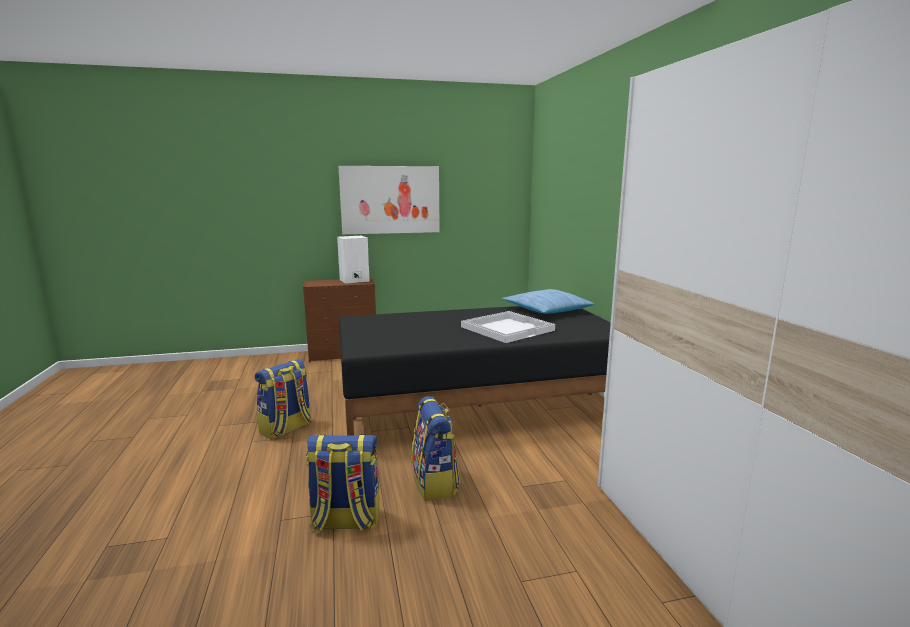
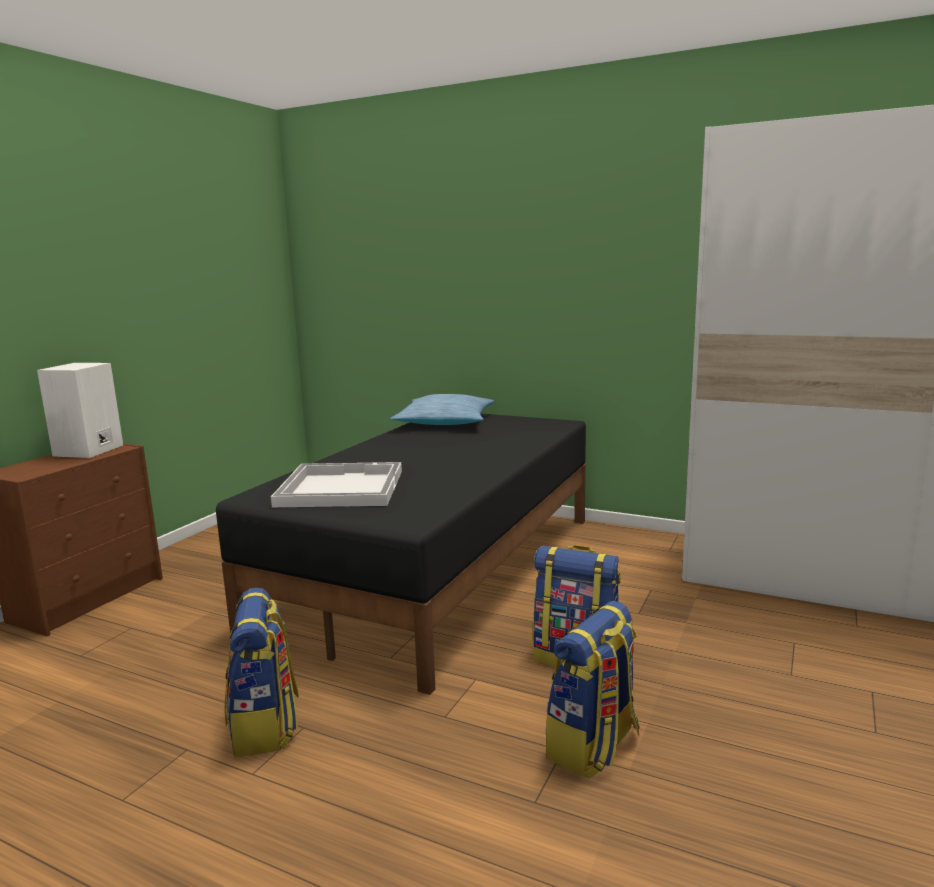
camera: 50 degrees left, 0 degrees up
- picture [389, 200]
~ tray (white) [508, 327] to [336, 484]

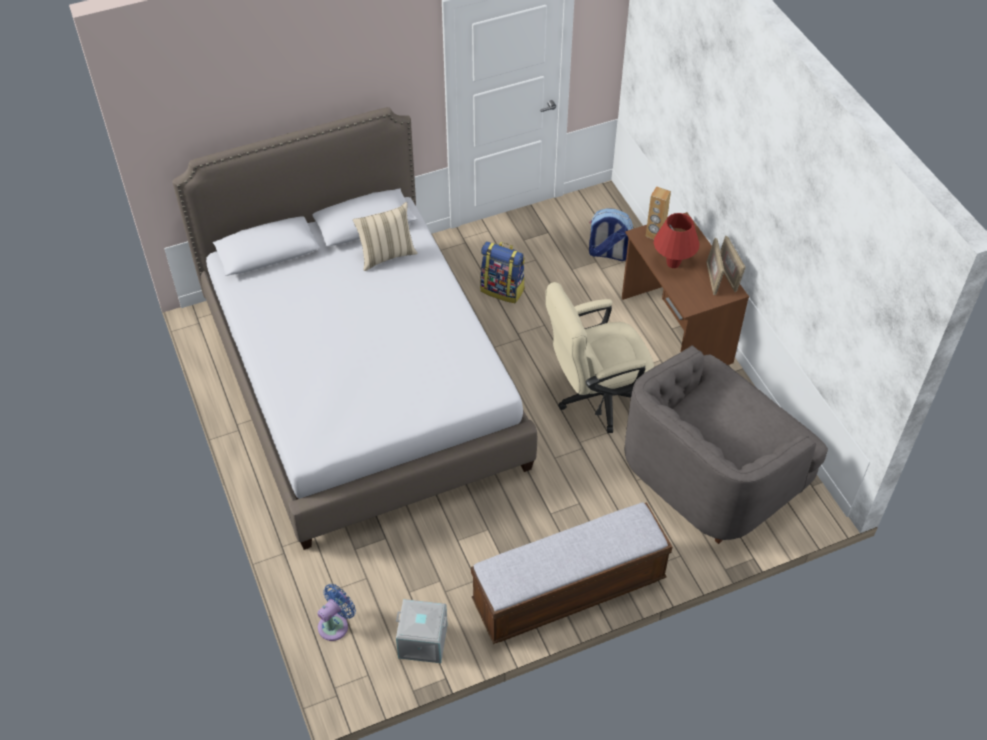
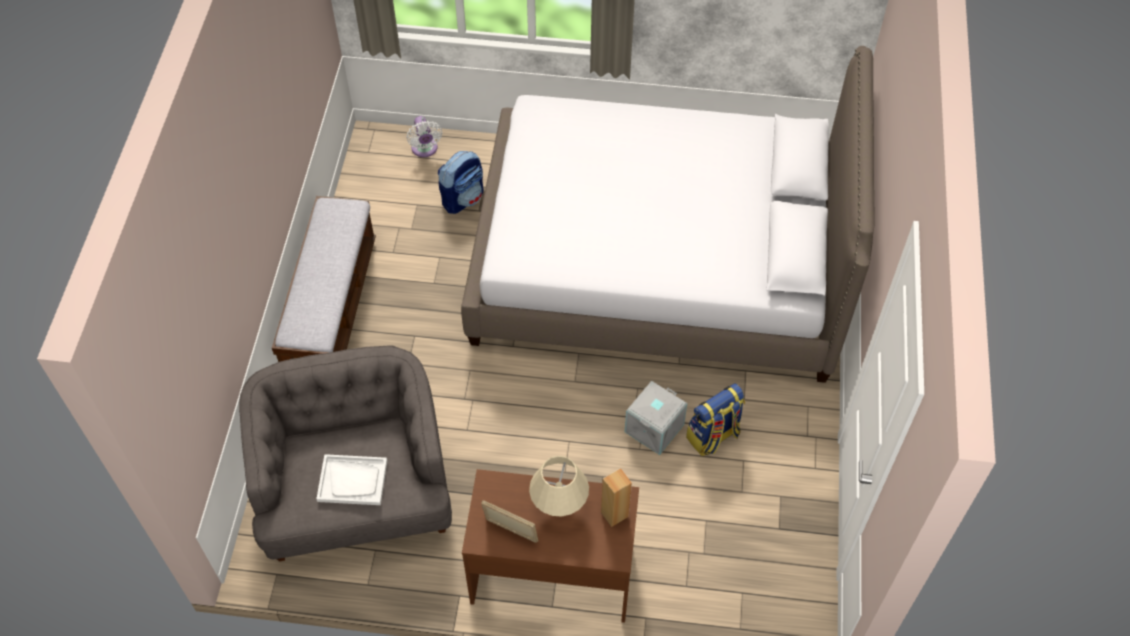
camera: 120 degrees right, 5 degrees up
- pillow (beige) [385, 236]
- office chair (beige) [599, 357]
- picture frame [733, 264]
+ tray (white) [351, 479]
~ storage box (grey) [422, 631] to [656, 418]
~ backpack [611, 235] to [460, 182]
~ fan (blue) [336, 612] to fan (white) [424, 136]
~ table lamp (red) [677, 240] to table lamp (beige) [559, 486]

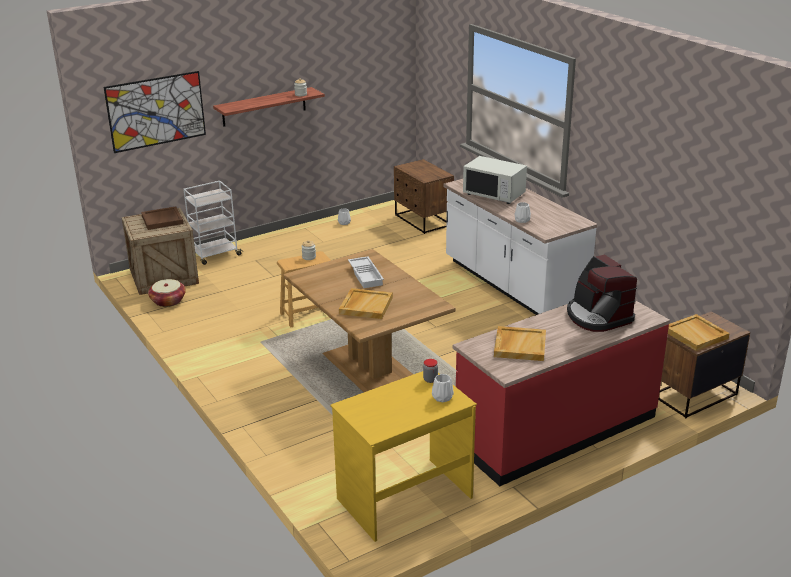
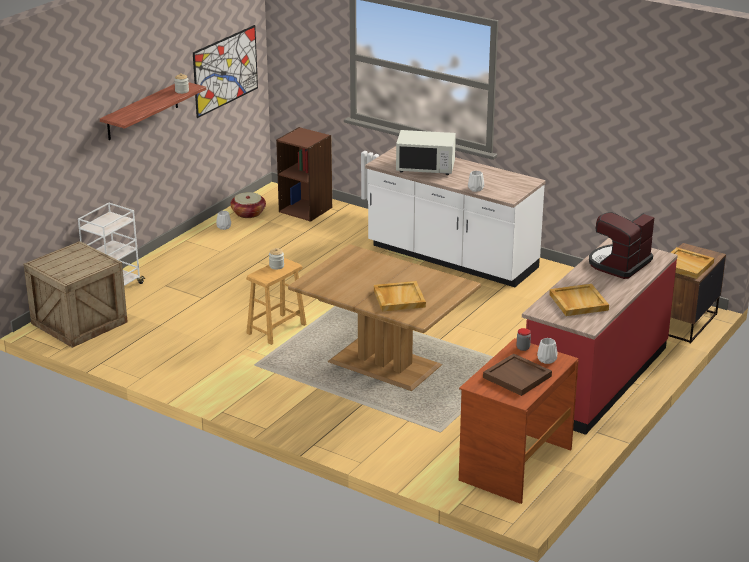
camera: 25 degrees left, 0 degrees up
- tray (white) [366, 272]
~ picture [155, 112] to [225, 71]
~ tray (brown) [162, 218] to [517, 375]
~ basket [167, 293] to [248, 205]
~ nightstand (brown) [424, 196] to bookcase (brown) [304, 174]
~ desk (yellow) [403, 456] to desk (brown) [519, 421]
~ coffee machine [602, 293] = [622, 245] 90 degrees clockwise

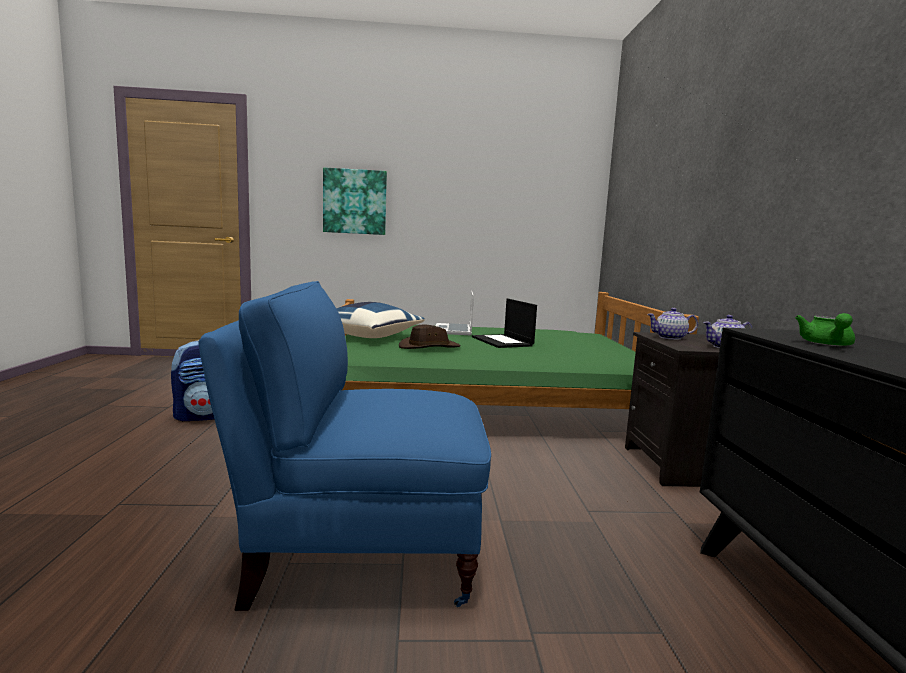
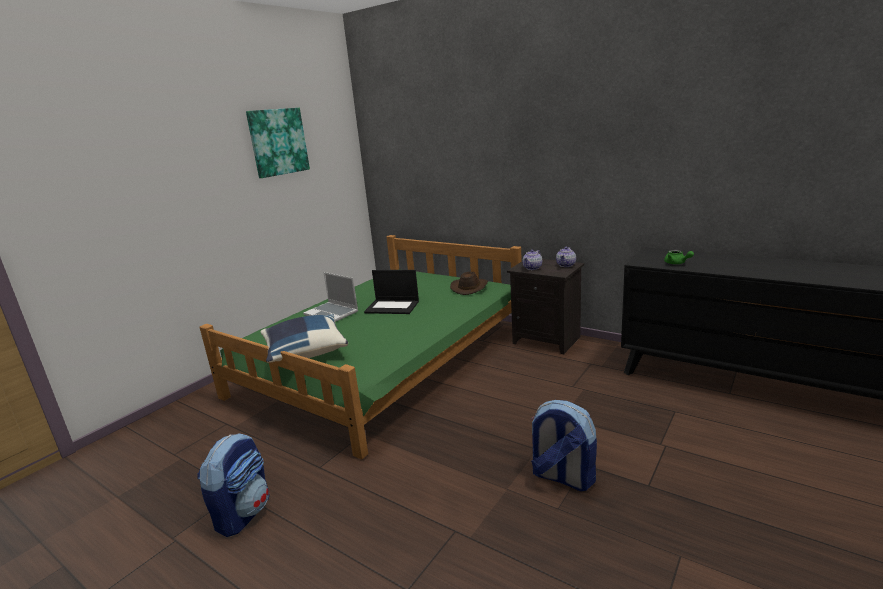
camera: 50 degrees left, 10 degrees up
~ picture [355, 201] to [278, 143]
~ hat (brown) [430, 337] to [469, 283]
~ armchair (blue) [345, 446] to backpack [564, 445]

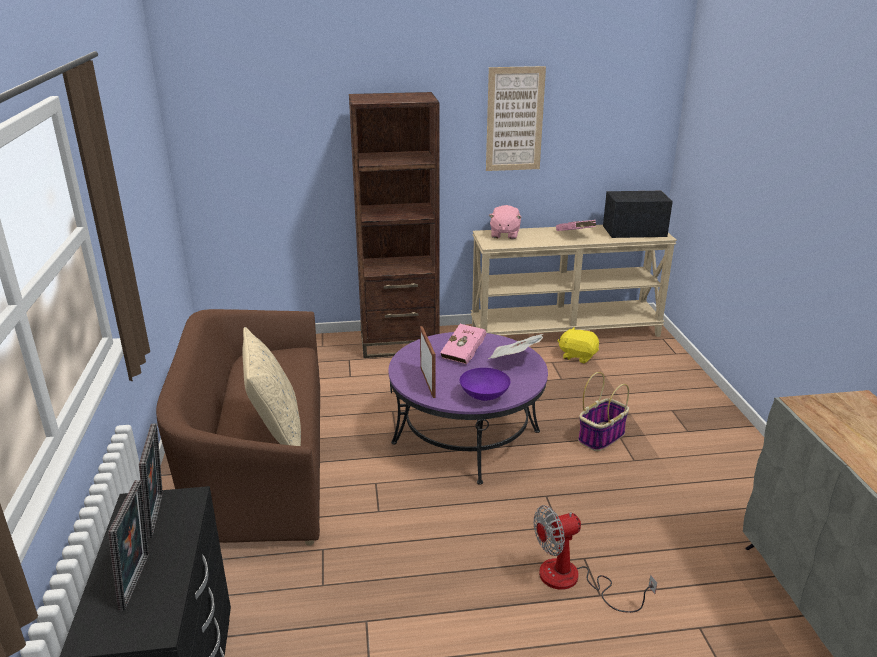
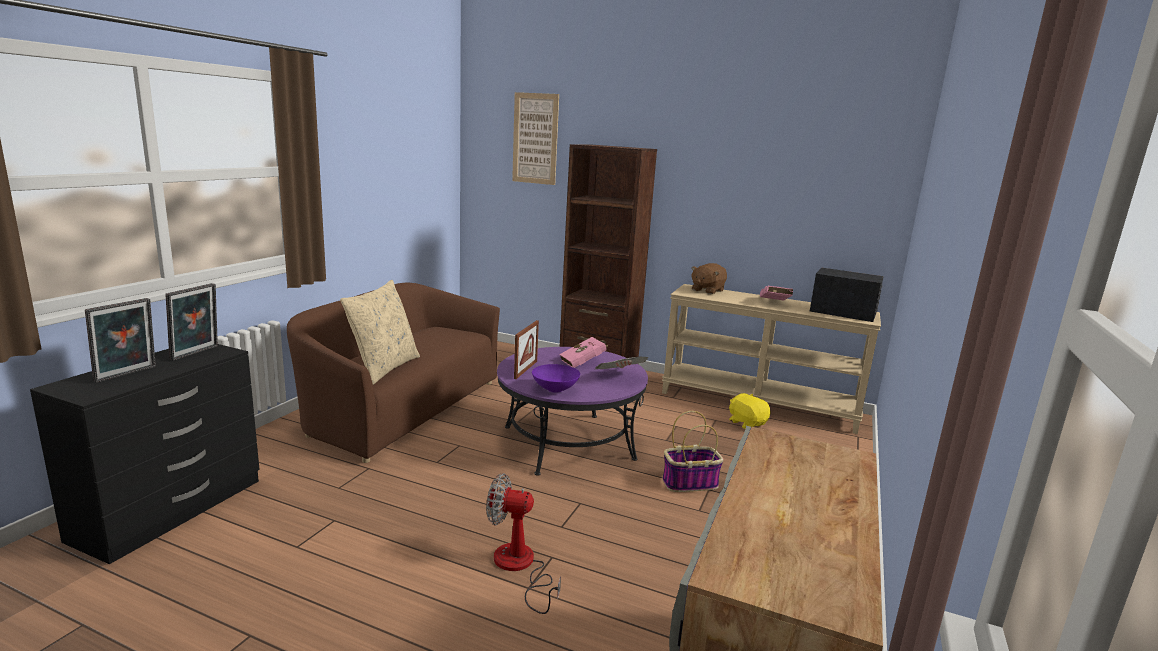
camera: 30 degrees right, 10 degrees down
~ picture [516, 118] to [535, 138]
~ plush toy (pink) [504, 222] to plush toy (brown) [709, 278]

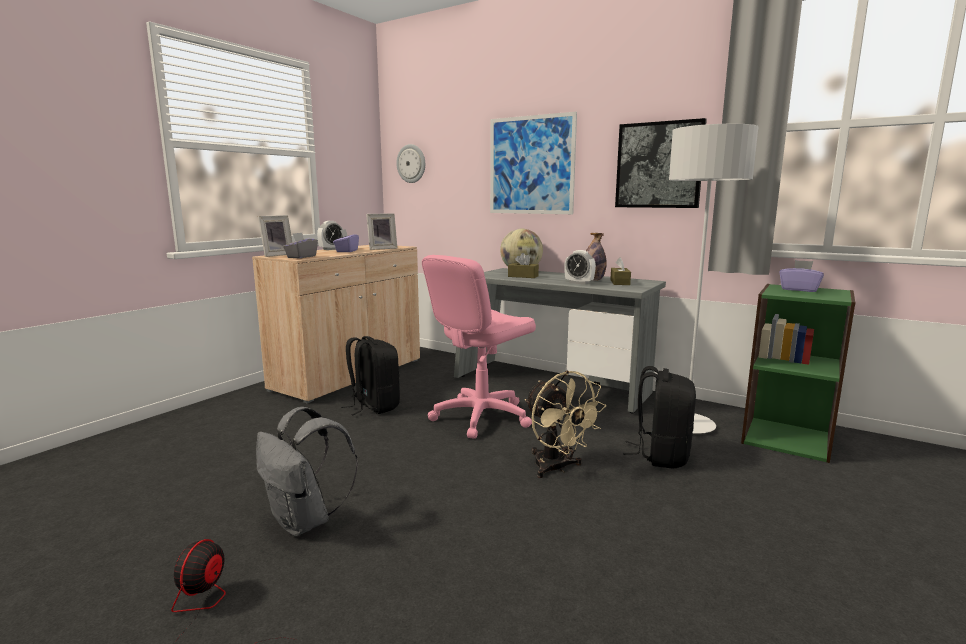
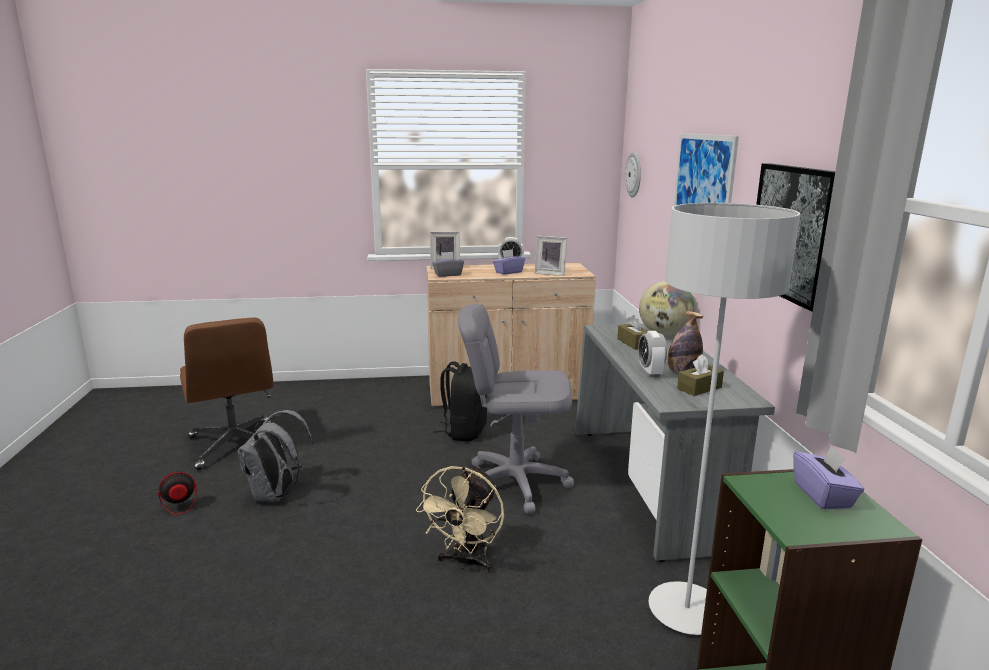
camera: 50 degrees right, 5 degrees up
- backpack (black) [659, 417]
+ office chair (brown) [231, 393]
~ office chair (pink) [479, 347] to office chair (grey) [516, 409]

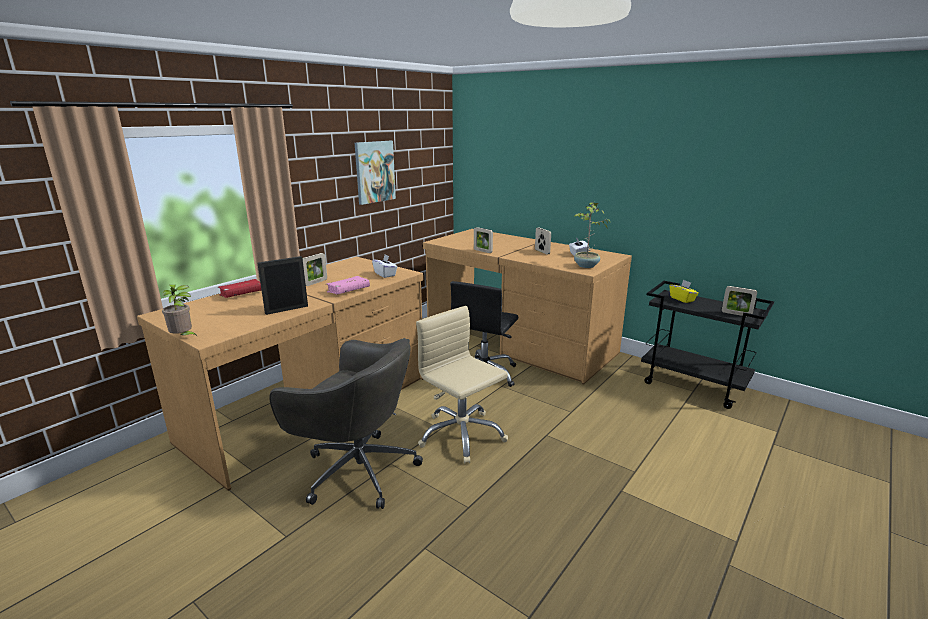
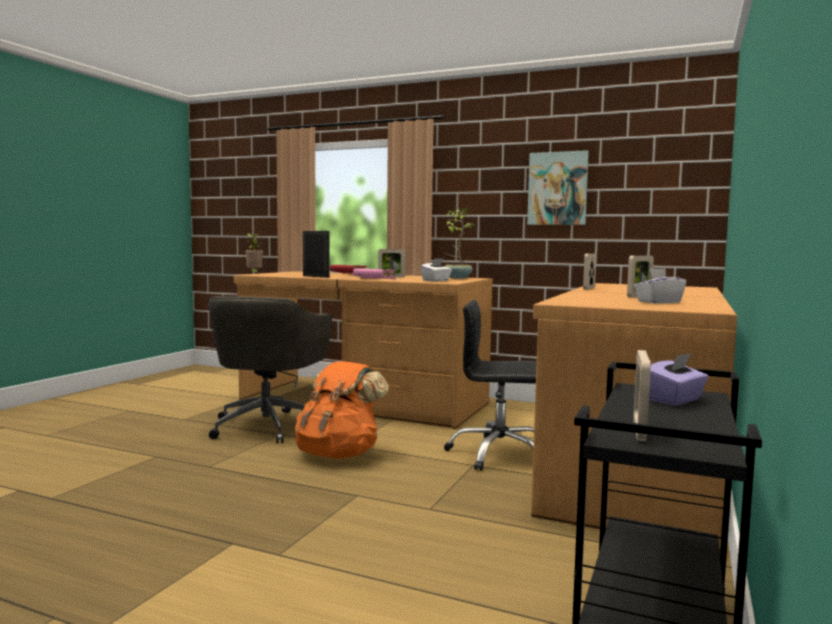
camera: 75 degrees right, 15 degrees down
~ potted plant [592, 235] to [458, 243]
~ office chair (beige) [462, 385] to backpack (orange) [342, 410]
~ tissue box (yellow) [684, 291] to tissue box (purple) [678, 379]

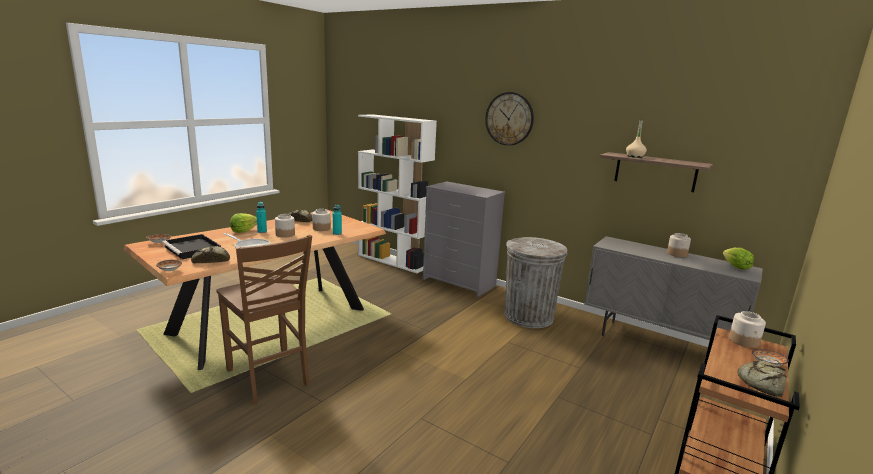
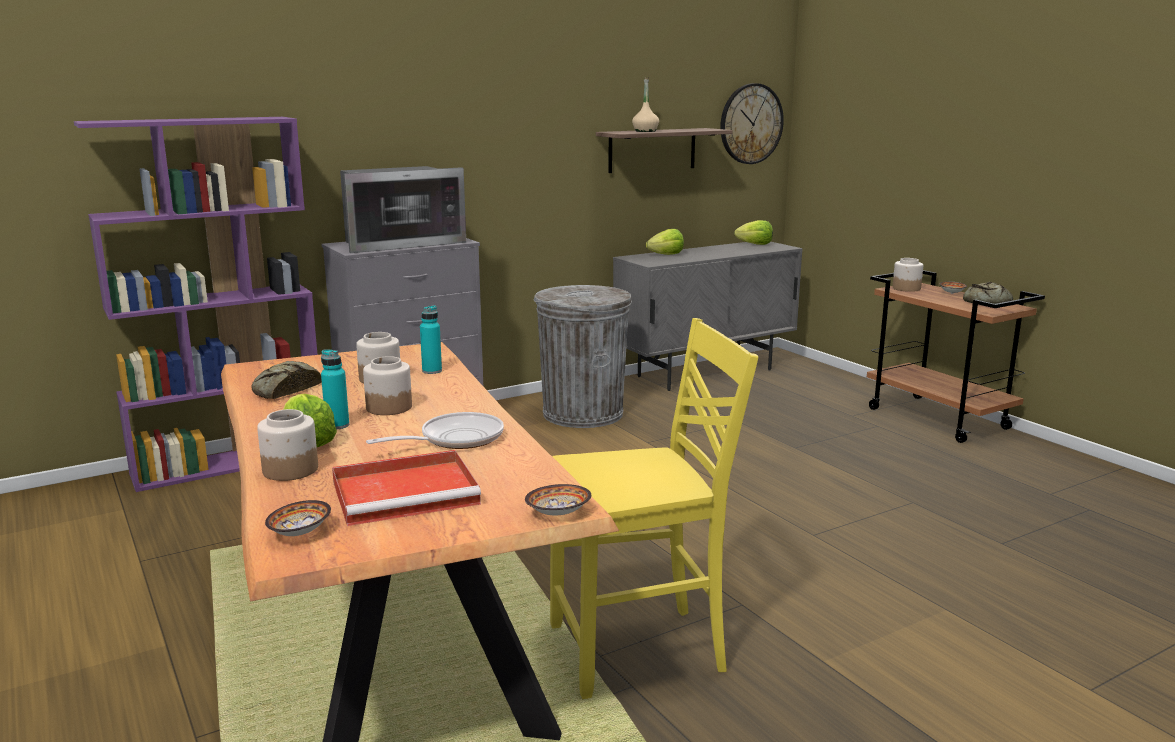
camera: 65 degrees left, 0 degrees up
- bread [210, 254]
+ microwave [403, 209]
+ lettuce [665, 242]
~ wall clock [509, 119] to [752, 123]
~ jar [679, 245] to [287, 445]
~ tray (black) [191, 247] to tray (red) [406, 488]
~ chair (brown) [264, 320] to chair (yellow) [654, 508]
~ bookcase (white) [397, 193] to bookcase (purple) [196, 304]

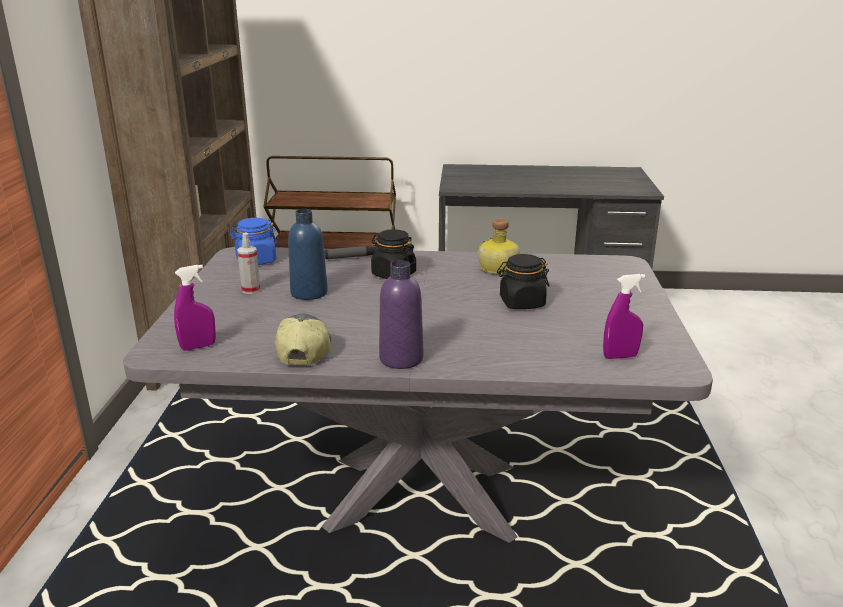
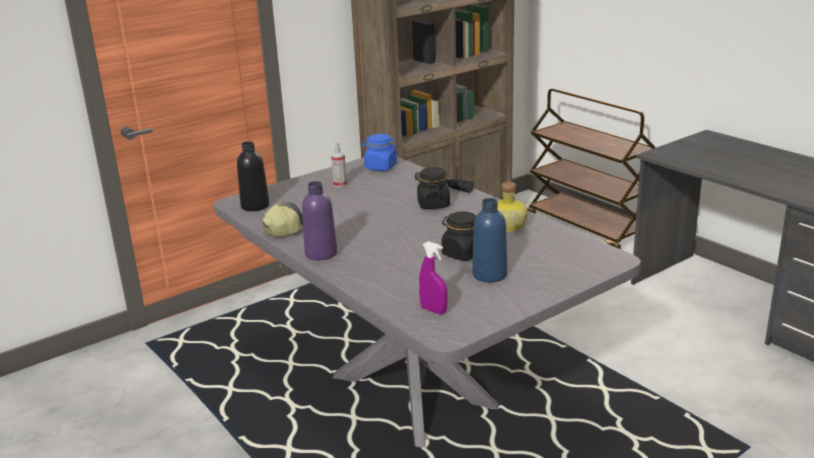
camera: 50 degrees right, 0 degrees up
~ bottle (blue) [308, 254] to [489, 240]
~ spray bottle (purple) [195, 308] to bottle (black) [253, 176]

